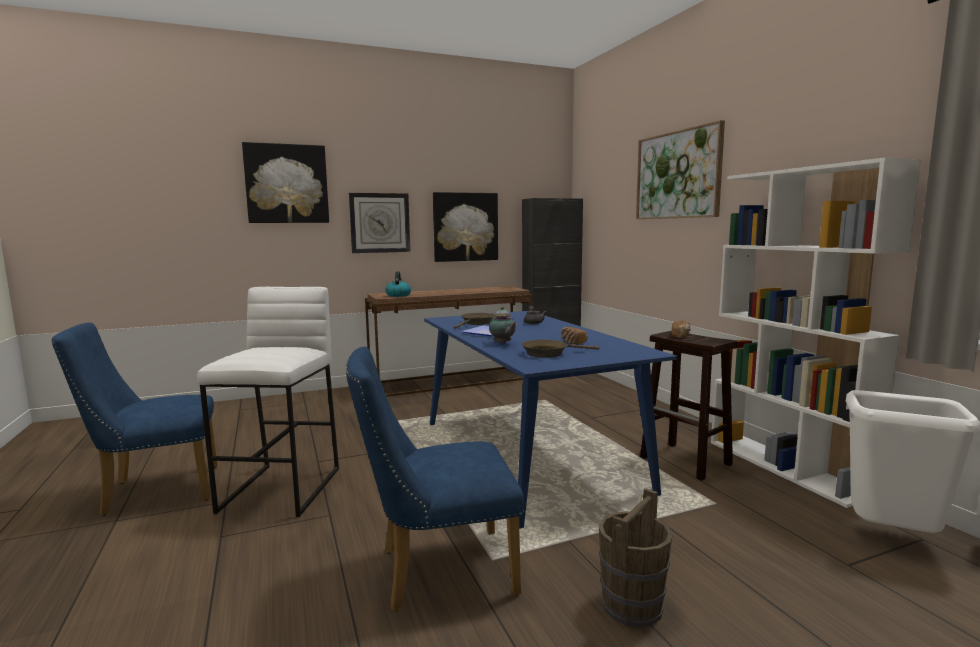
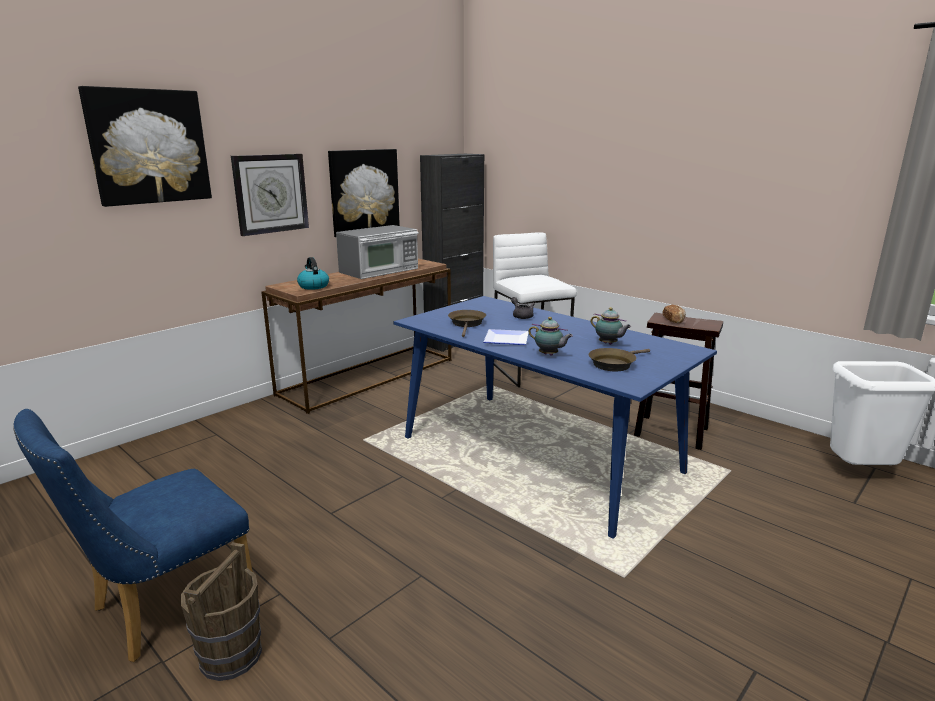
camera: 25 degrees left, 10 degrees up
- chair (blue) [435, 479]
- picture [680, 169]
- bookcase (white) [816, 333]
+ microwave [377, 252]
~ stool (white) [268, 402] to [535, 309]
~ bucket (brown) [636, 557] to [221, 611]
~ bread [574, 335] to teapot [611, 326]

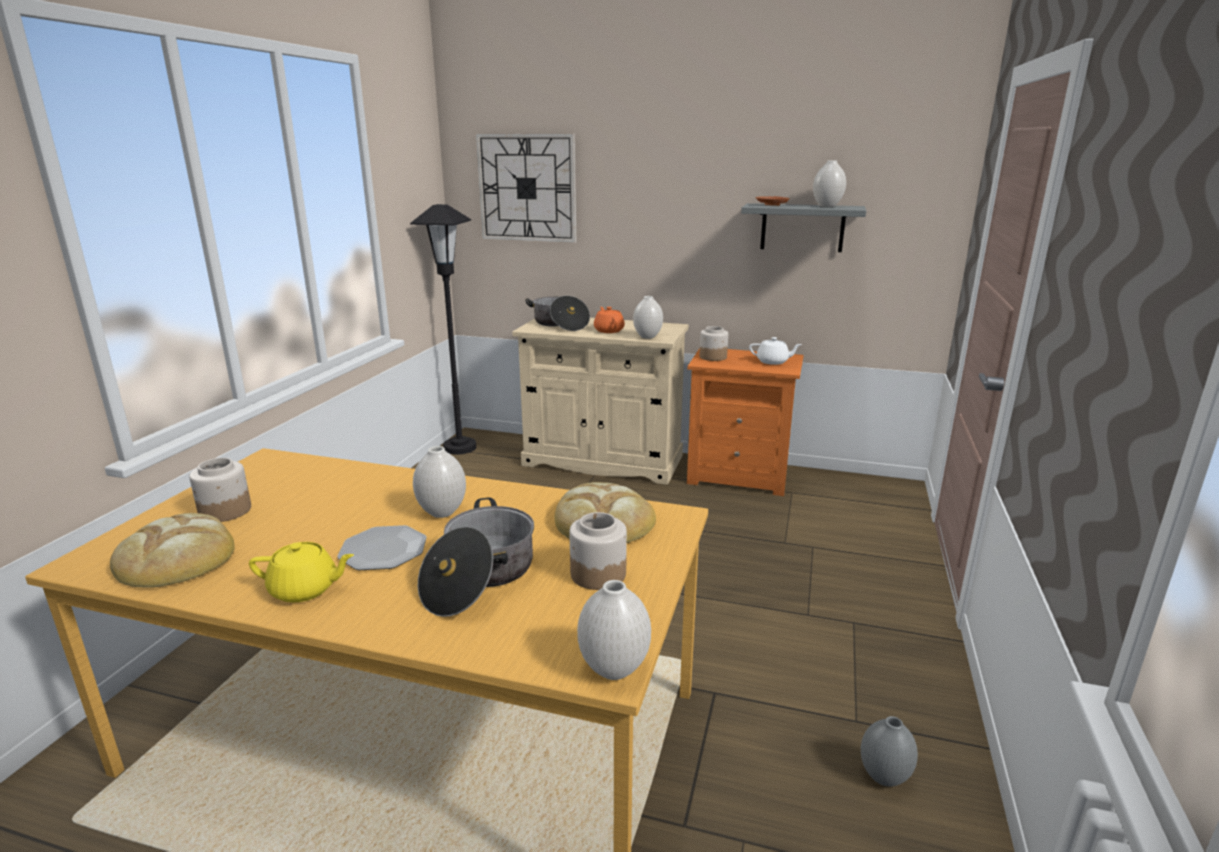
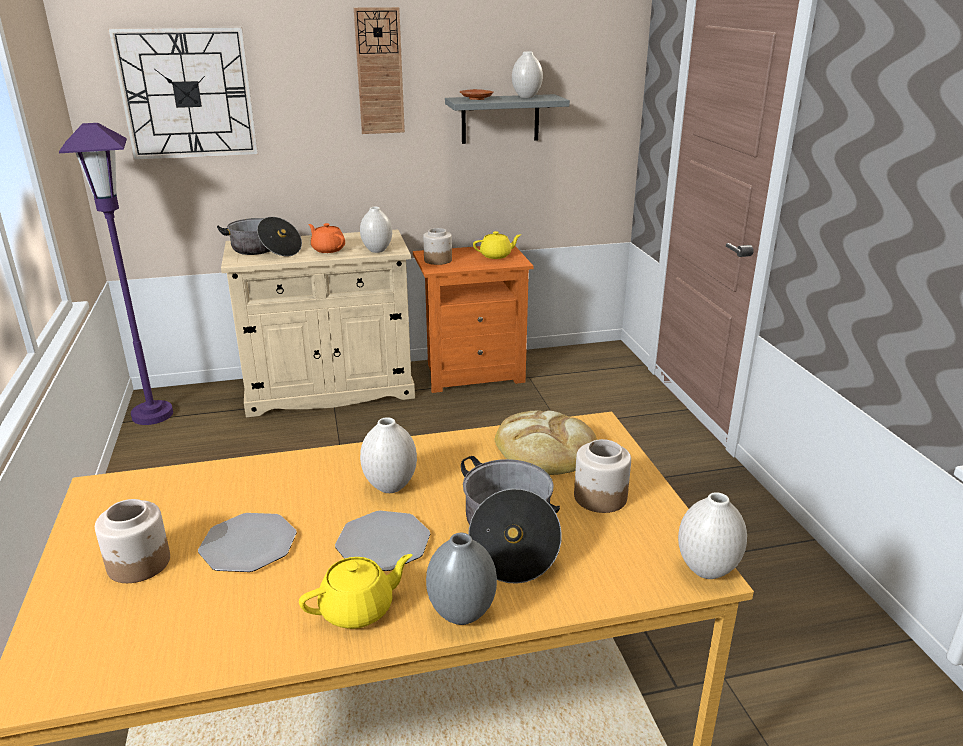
camera: 30 degrees left, 5 degrees up
- bread [172, 550]
+ plate [247, 542]
+ wall clock [379, 70]
~ vase (grey) [889, 751] to [461, 579]
~ floor lamp (black) [443, 329] to floor lamp (purple) [116, 274]
~ teapot (white) [775, 351] to teapot (yellow) [497, 245]

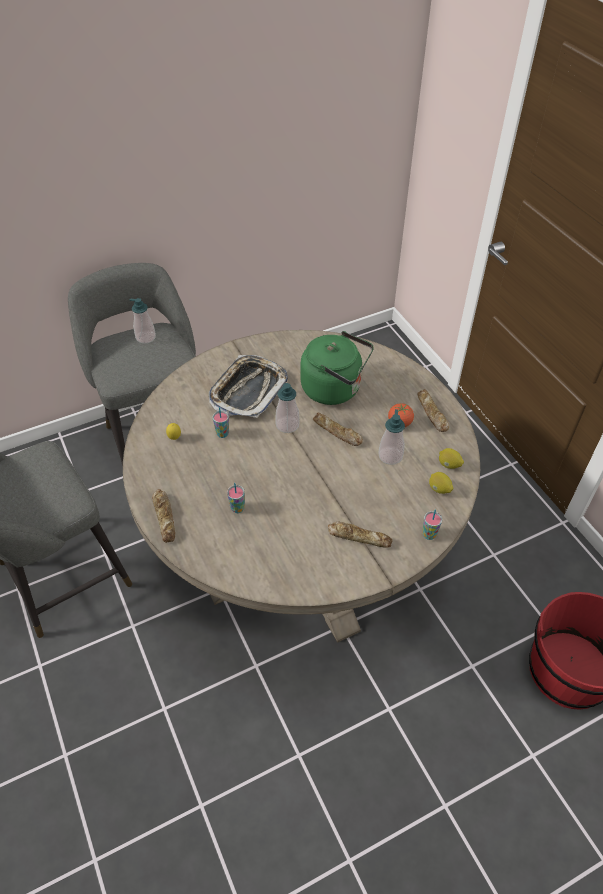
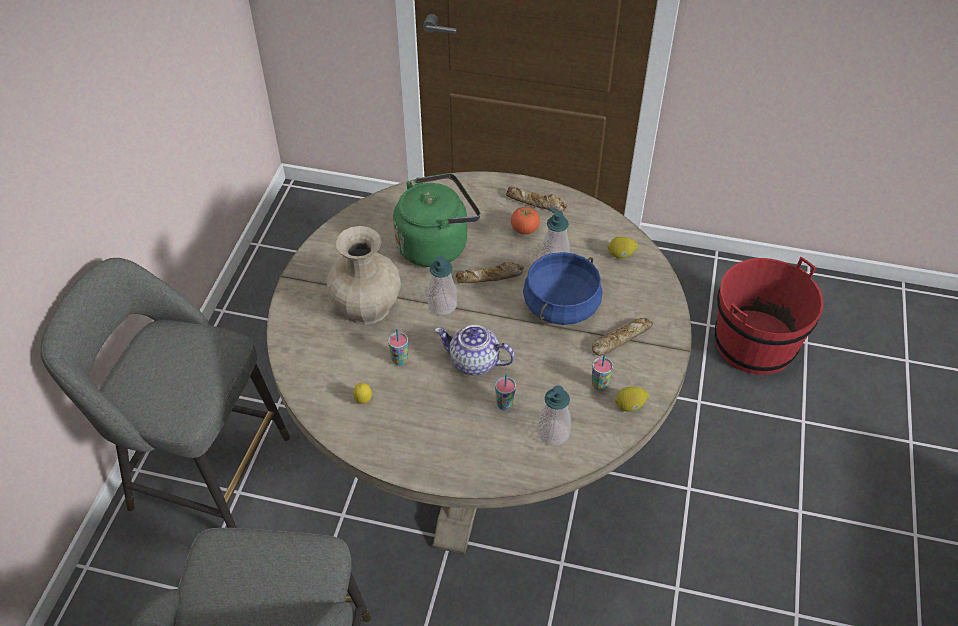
camera: 50 degrees left, 0 degrees up
- bread [163, 516]
+ teapot [475, 350]
+ cooking pot (blue) [562, 288]
~ soap dispenser [143, 321] to [554, 415]
~ cup [432, 524] to [602, 372]
~ lemon [451, 458] to [632, 399]
~ tray [248, 386] to vase (beige) [363, 275]

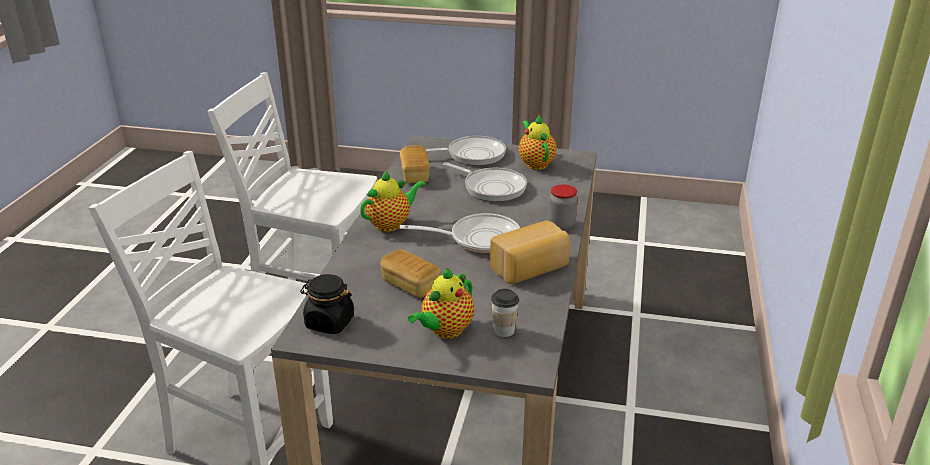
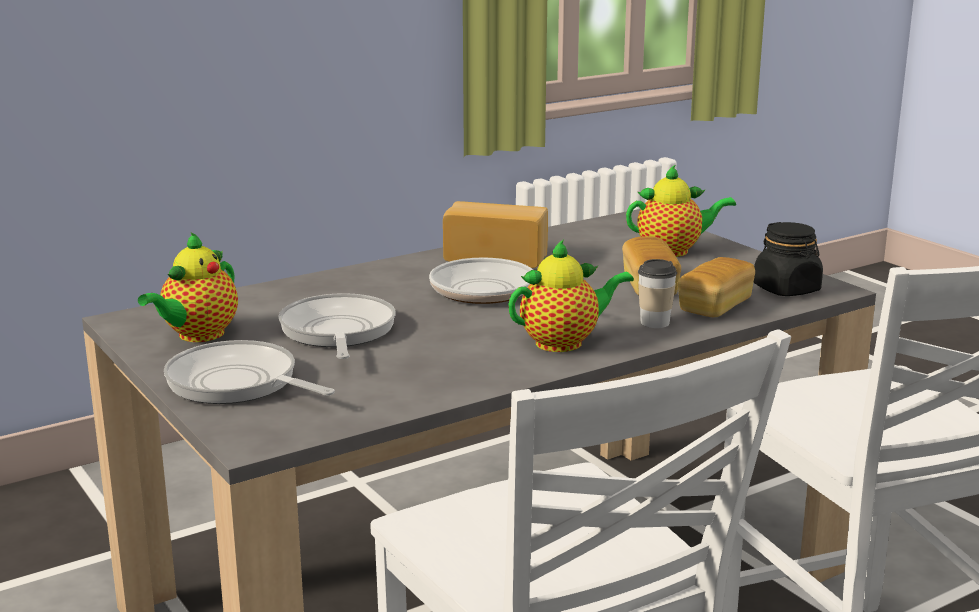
camera: 135 degrees left, 10 degrees down
- jar [563, 207]
~ bread [415, 164] to [716, 287]
~ cup [505, 313] to [657, 293]
~ teapot [393, 201] = [571, 295] 150 degrees clockwise

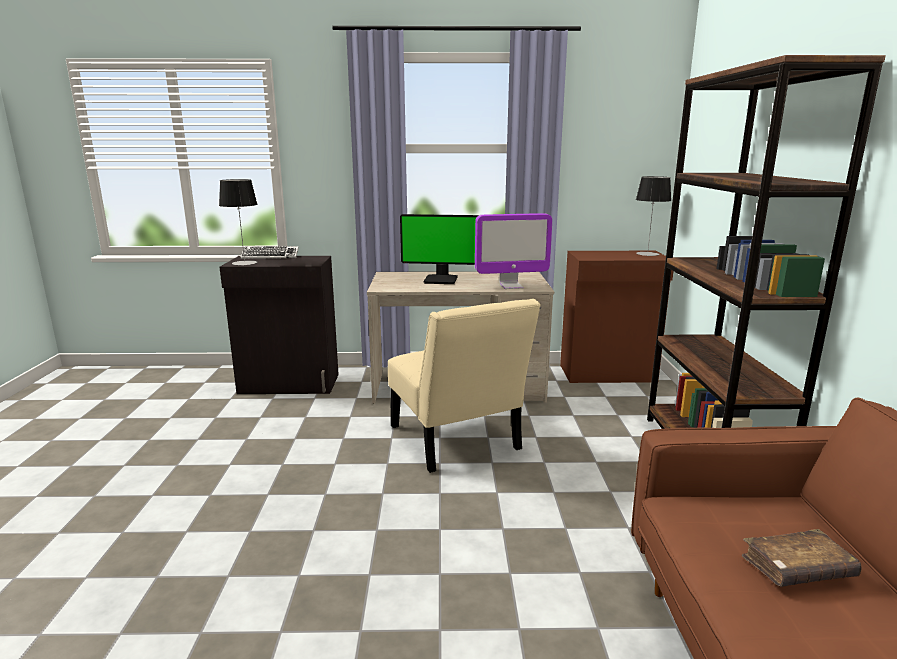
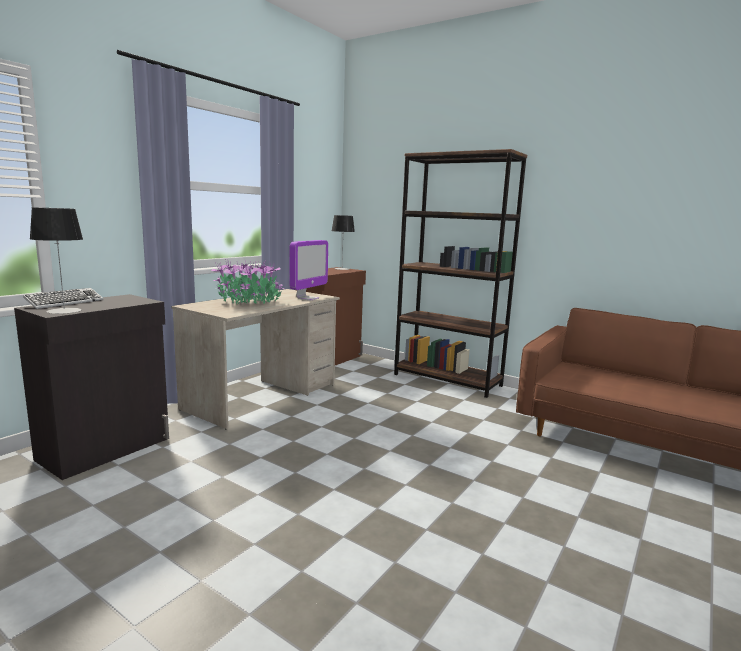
camera: 55 degrees left, 5 degrees down
- chair (beige) [464, 386]
- book (brown) [802, 558]
~ monitor [439, 249] to potted plant [247, 281]

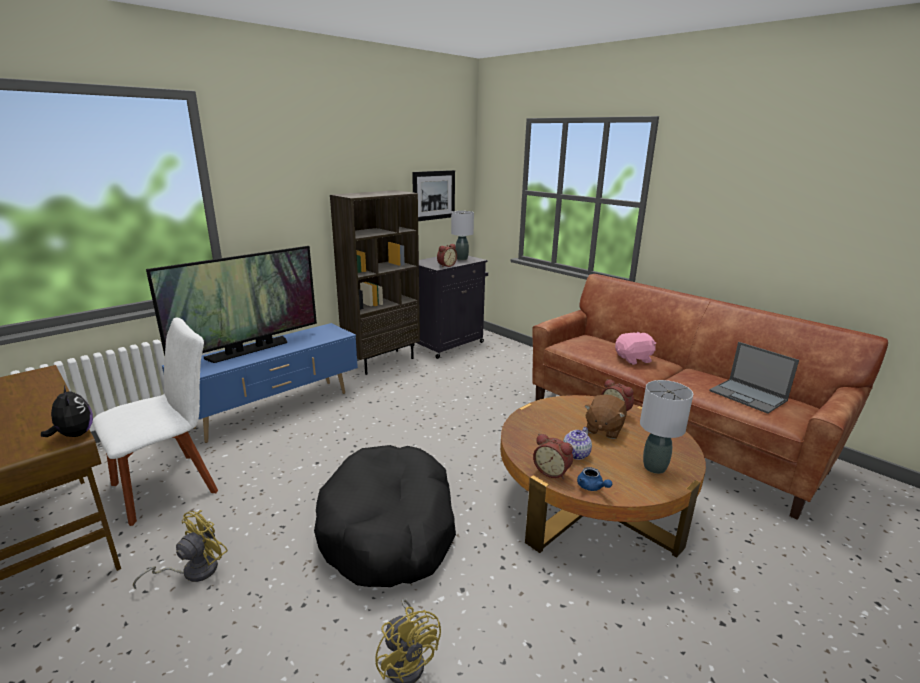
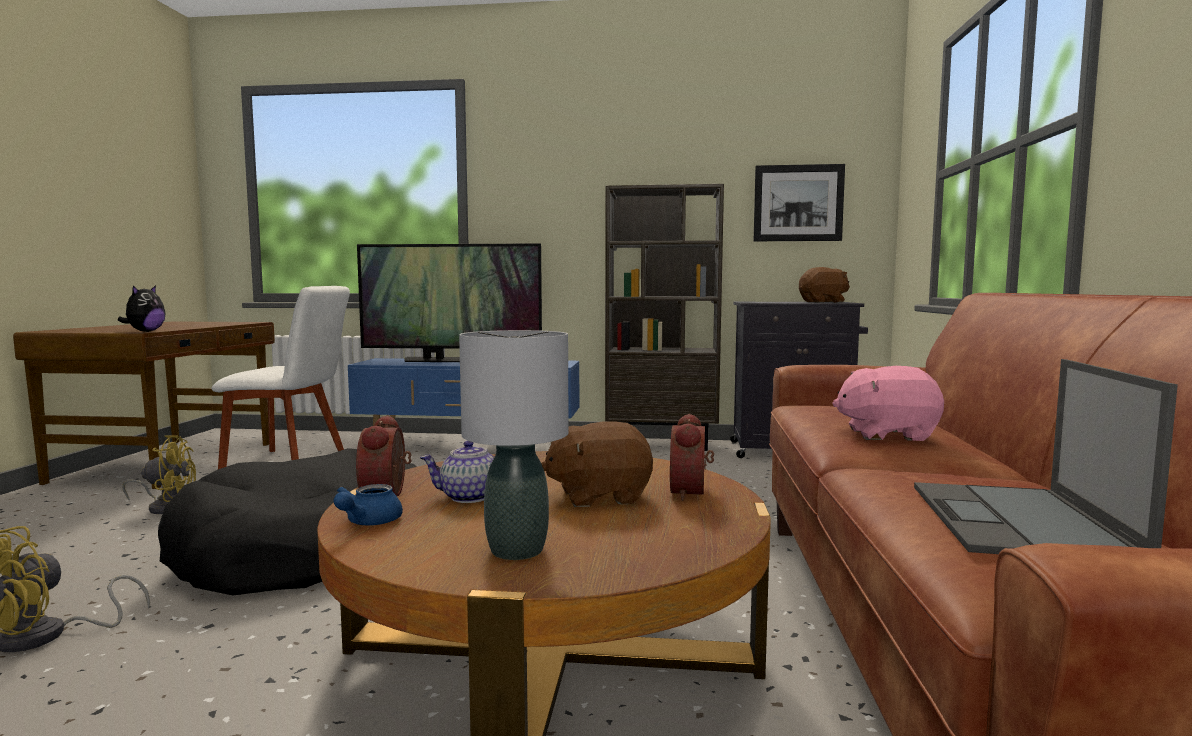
camera: 50 degrees right, 15 degrees down
- alarm clock [447, 256]
~ table lamp (grey) [462, 235] to plush toy (brown) [824, 285]
~ plush toy (pink) [635, 348] = [888, 403] 150 degrees clockwise

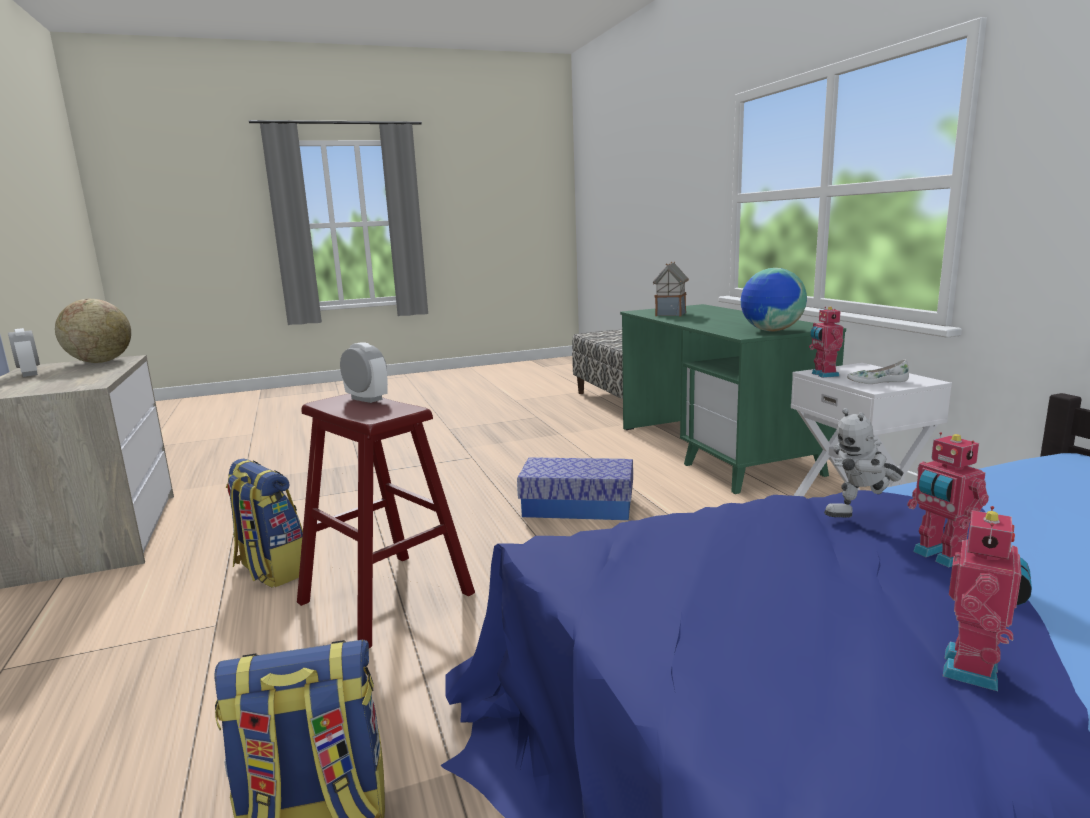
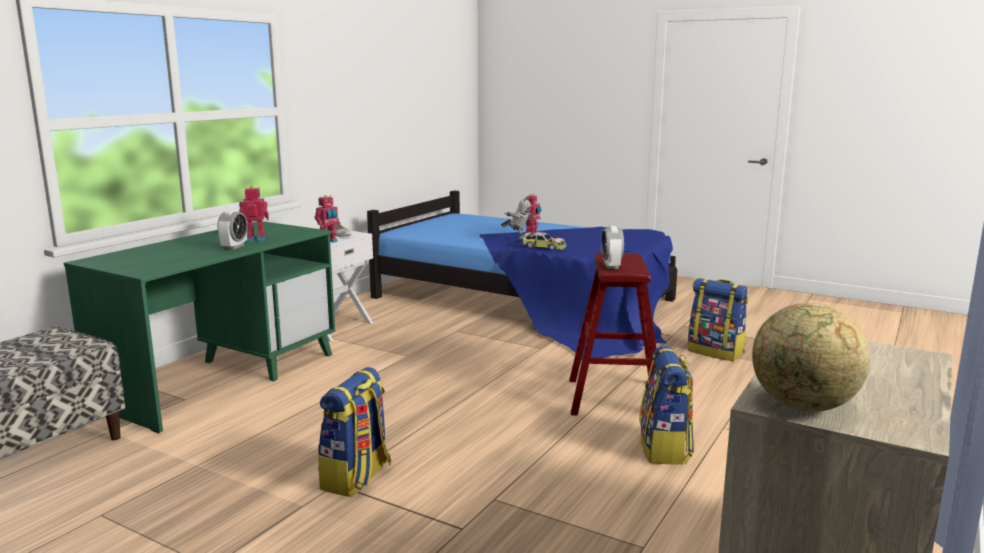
camera: 130 degrees left, 0 degrees up
- storage box [575, 488]
- toy house [671, 289]
- globe [774, 299]
+ backpack [354, 432]
+ toy car [545, 241]
~ alarm clock [24, 352] to [232, 229]
~ toy robot [987, 598] to [254, 214]

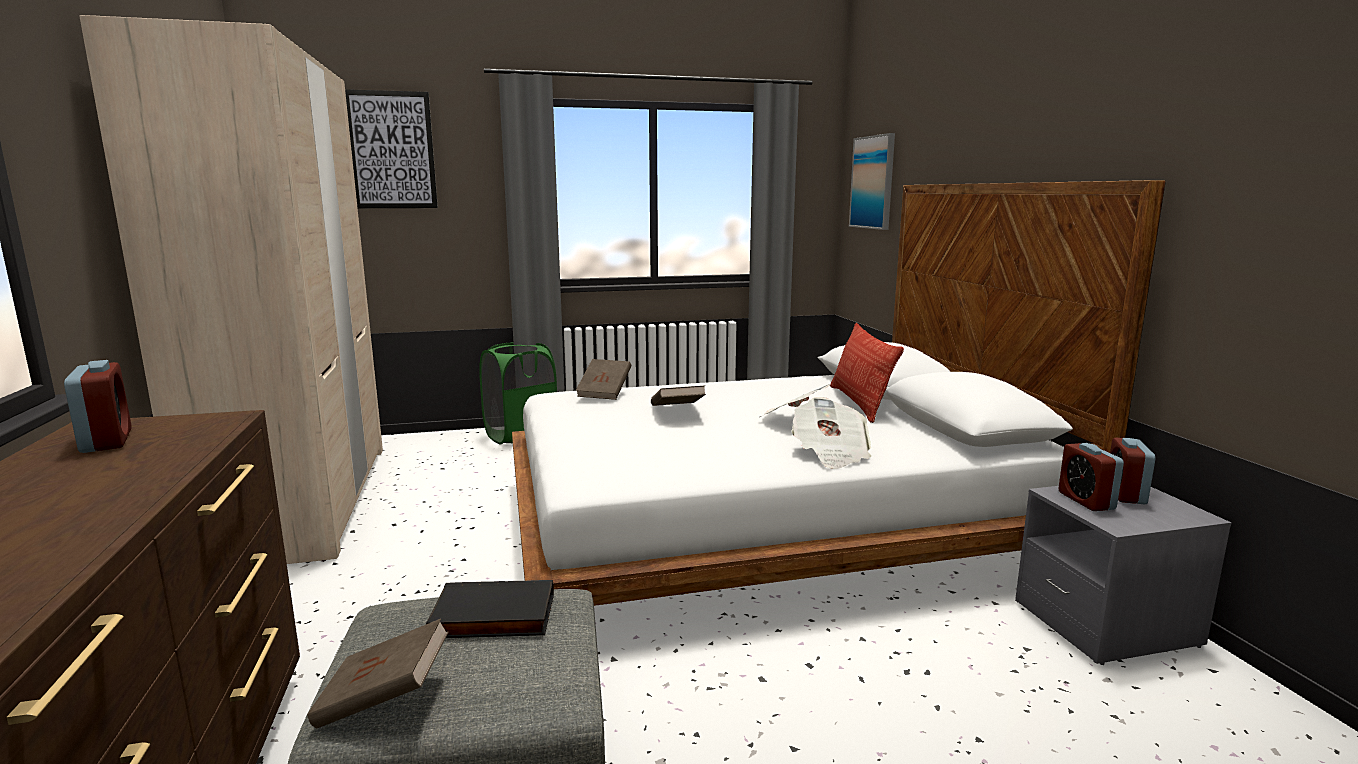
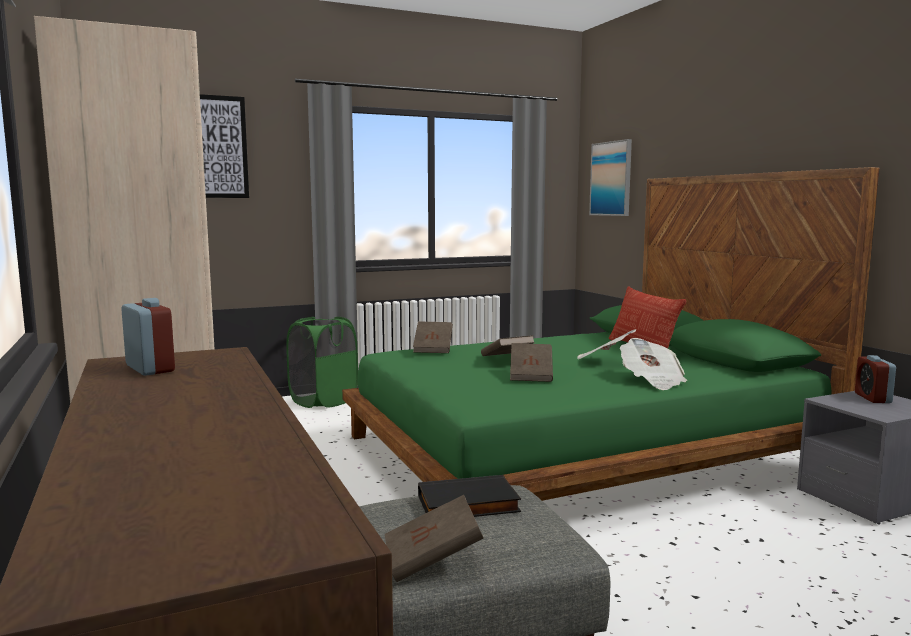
camera: 10 degrees left, 5 degrees down
- alarm clock [1091, 477]
+ book (brown) [531, 362]
~ bed (white) [839, 393] to bed (green) [611, 334]

